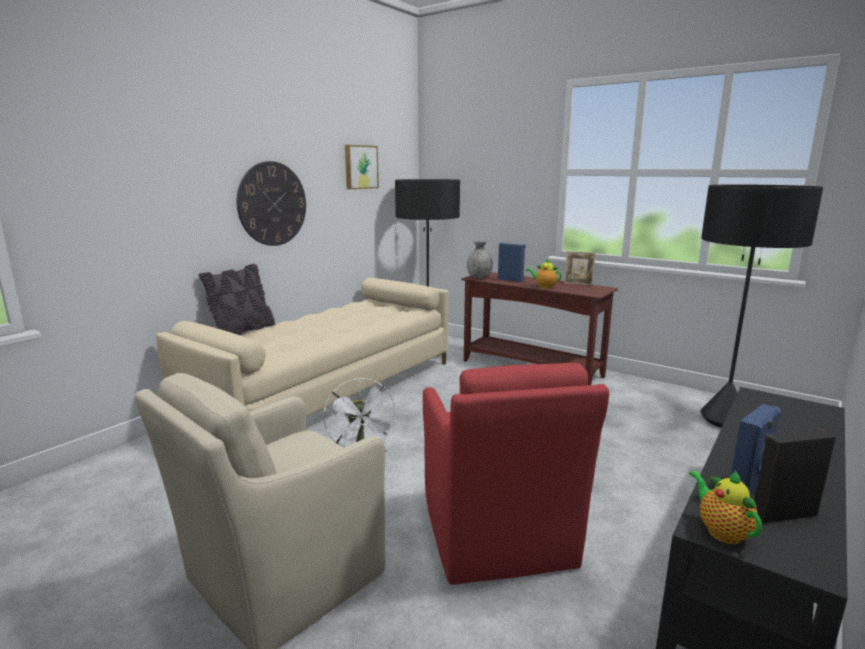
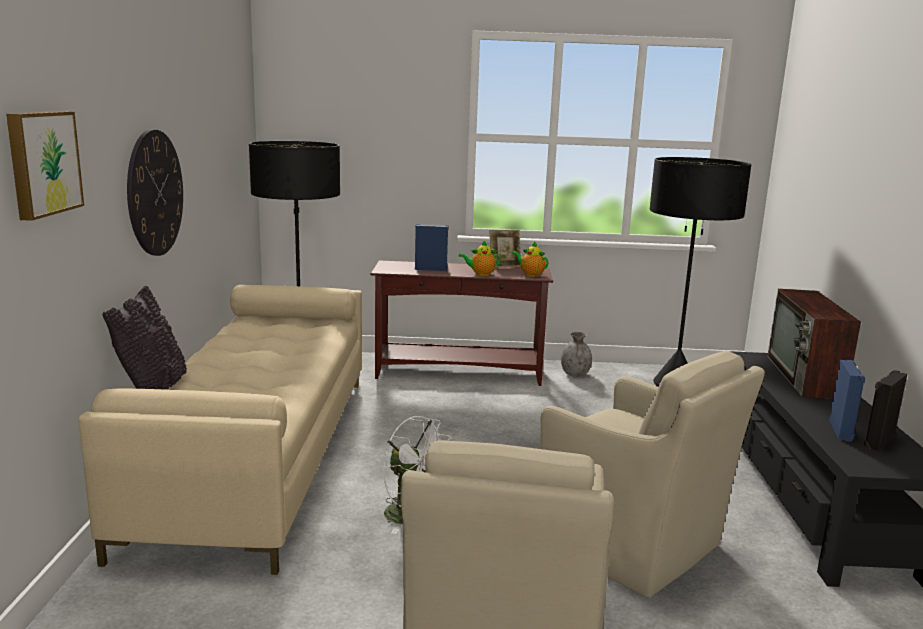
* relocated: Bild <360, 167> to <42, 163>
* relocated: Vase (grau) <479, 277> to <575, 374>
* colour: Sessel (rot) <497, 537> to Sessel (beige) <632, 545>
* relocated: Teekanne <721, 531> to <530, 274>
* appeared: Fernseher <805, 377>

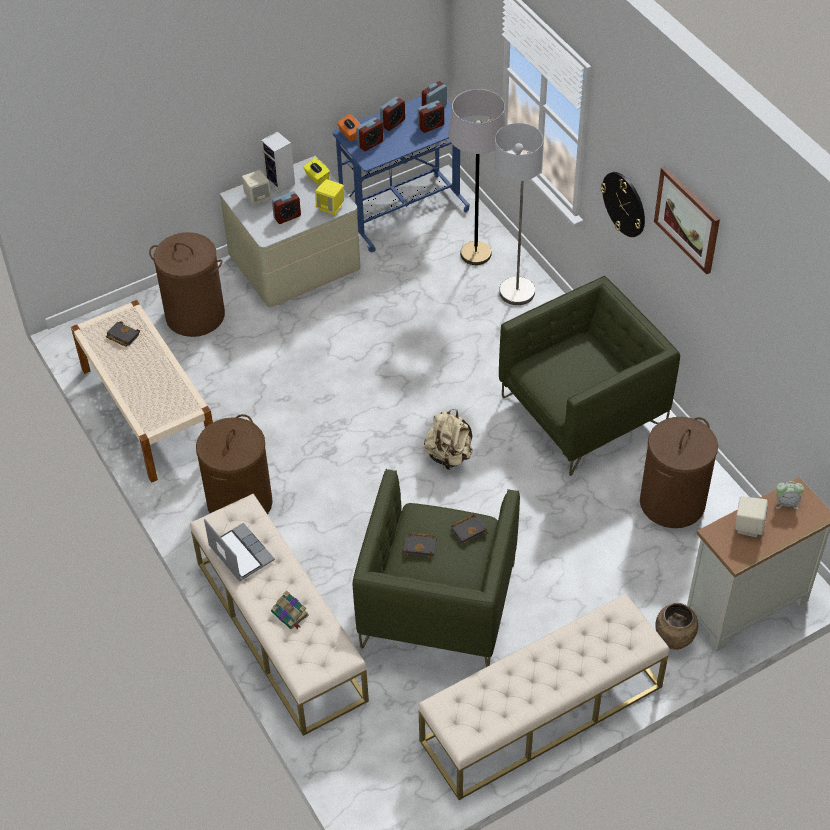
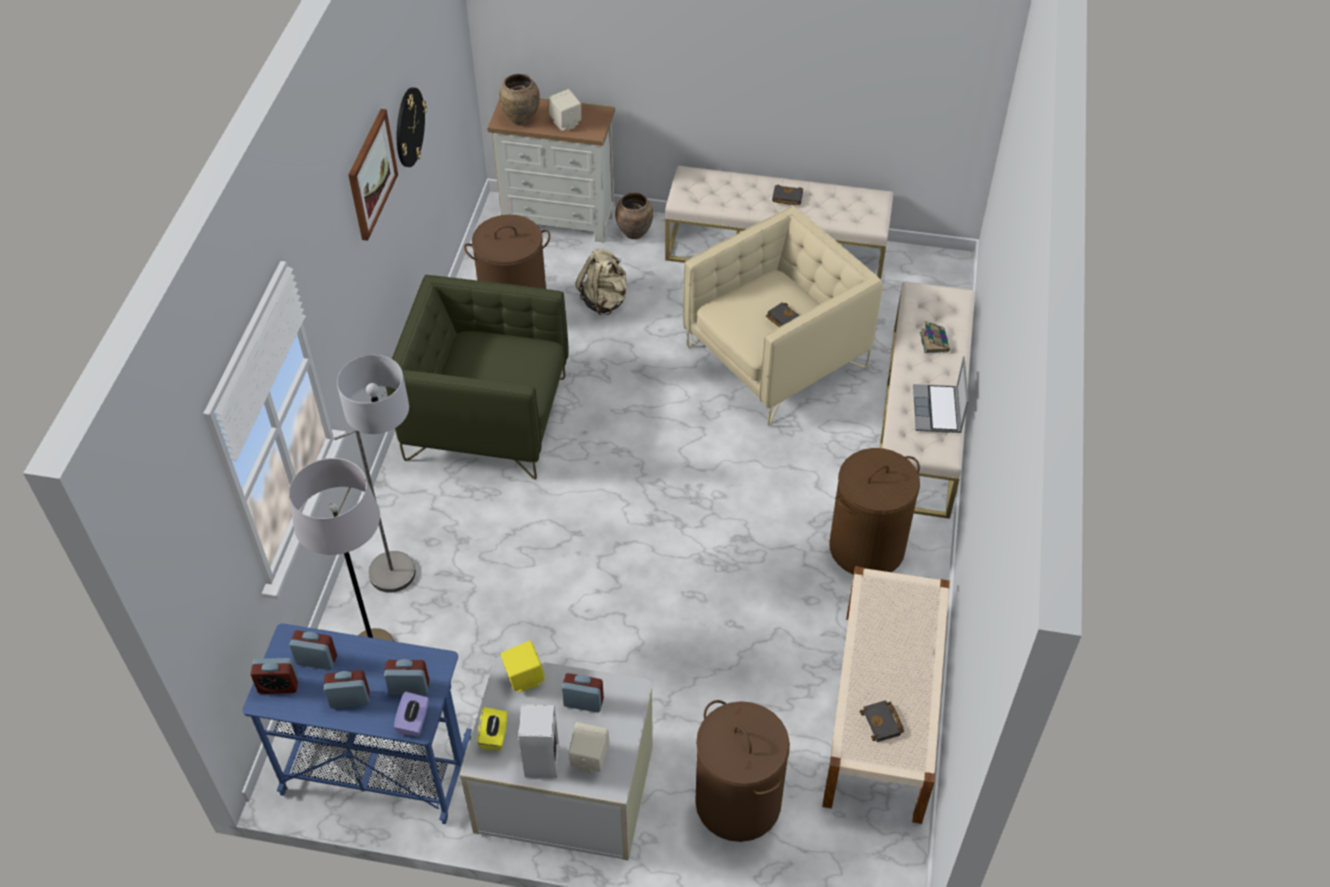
* colour: Taschentuchbox (orange) <350, 134> to Taschentuchbox (lila) <414, 721>
* relocated: Wanduhr <624, 204> to <409, 127>
* relocated: Rucksack (beige) <449, 456> to <604, 300>
* colour: Sessel (grün) <438, 605> to Sessel (beige) <775, 358>
* exchanged: Wecker <786, 503> to Vase (braun) <520, 119>
* relocated: Buch (schwarz) <469, 529> to <786, 198>

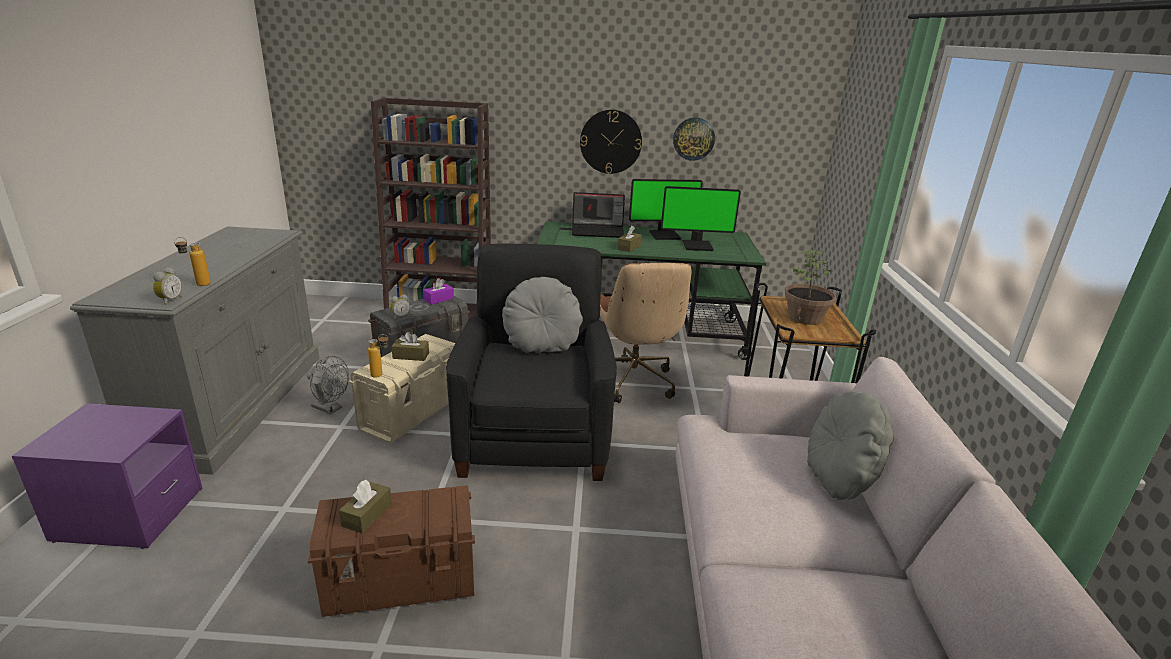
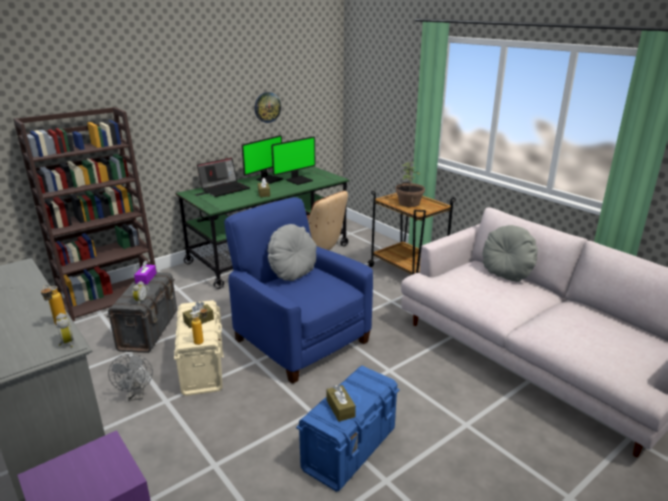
* missing: Wanduhr <610, 142>
* colour: Sessel (schwarz) <534, 437> to Sessel (blau) <300, 340>
* spun: Ventilator (grau) <330, 408> = <136, 395> 90 degrees clockwise
* colour: Aufbewahrungsbox (braun) <402, 583> to Aufbewahrungsbox (blau) <350, 449>

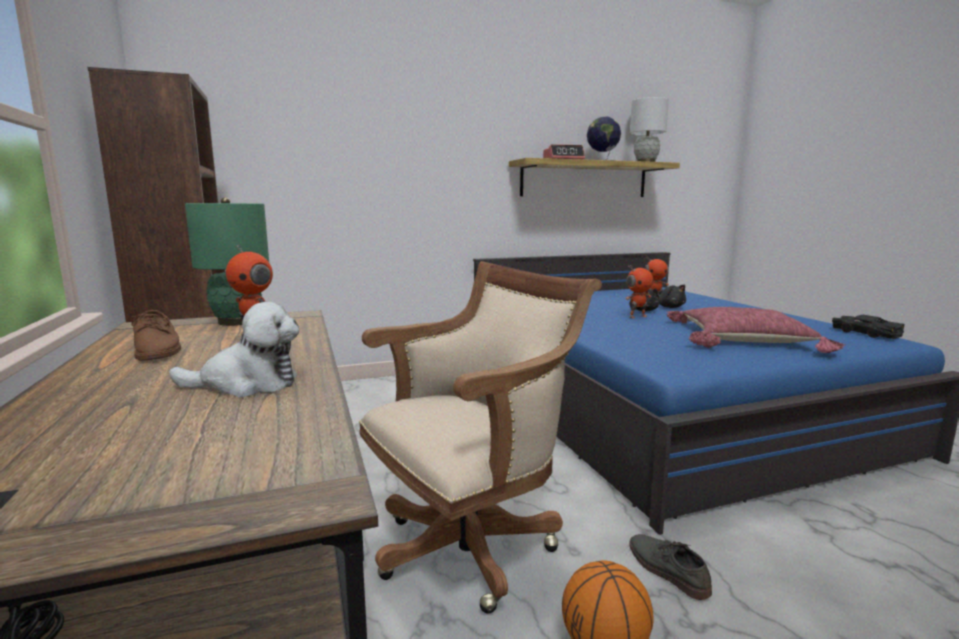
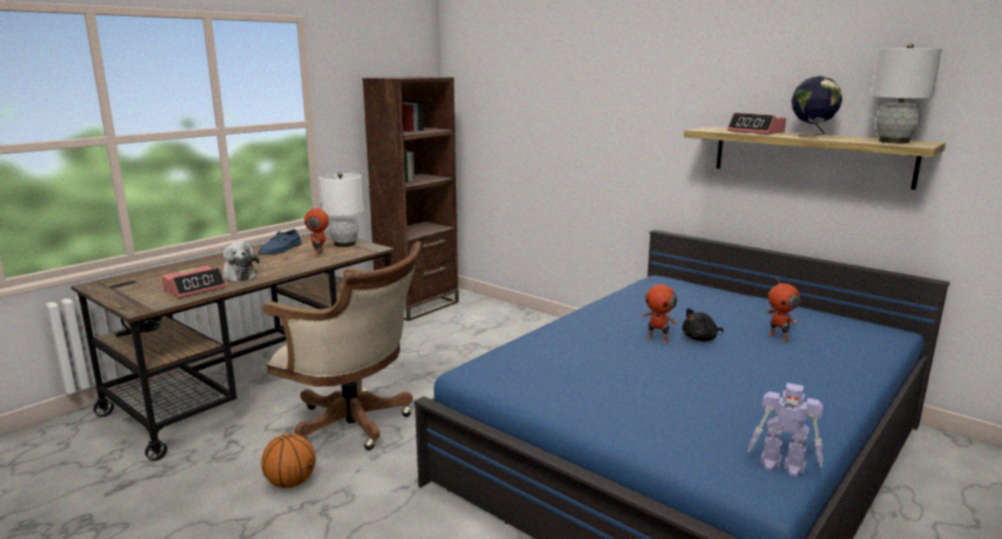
* colour: Tischlampe (grün) <237, 321> to Tischlampe (weiß) <345, 244>
* missing: Plüschtier (schwarz) <669, 307>
* missing: Kissen (rot) <743, 337>
* colour: Schuh (braun) <157, 349> to Schuh (blau) <281, 249>
* exchanged: Spielzeugauto (schwarz) <865, 333> to Spielzeugroboter <783, 466>
* missing: Schuh (grau) <666, 569>
* appeared: Wecker <195, 289>

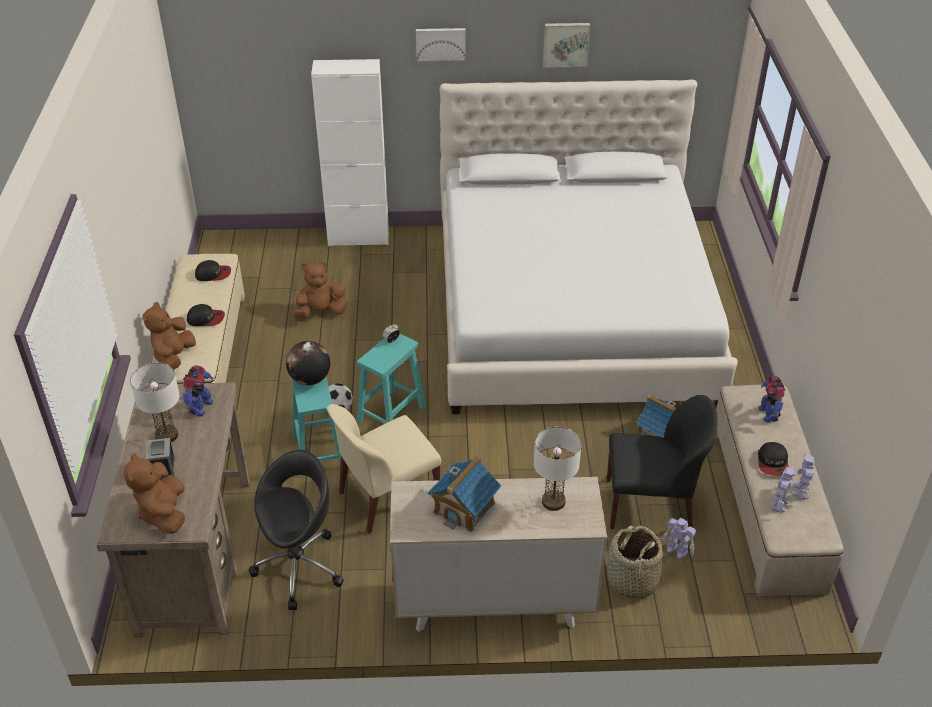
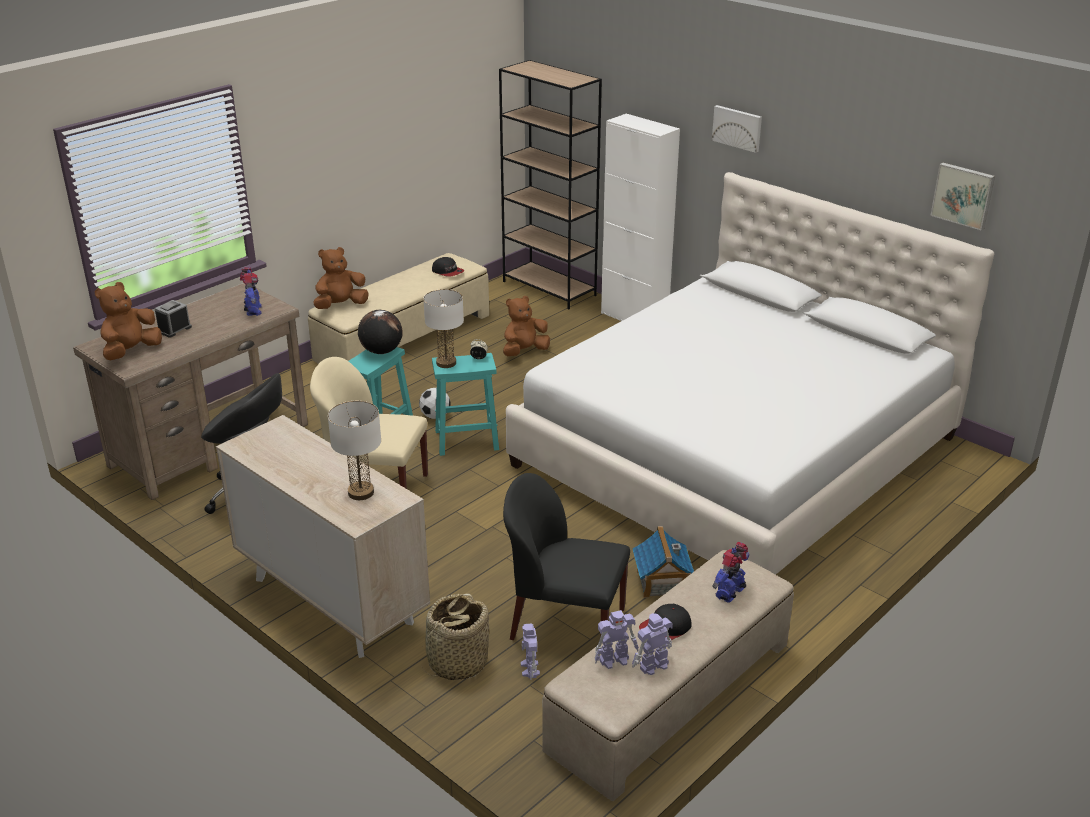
* relocated: Bild <566, 44> to <963, 195>
* spun: Plüschtier (braun) <320, 312> = <524, 351> 60 degrees counterclockwise
* missing: Kappe <206, 319>
* relocated: Tischlampe <166, 436> to <446, 363>
* spun: Spielzeugroboter <200, 407> = <253, 311> 75 degrees counterclockwise
* spun: Stuhl (schwarz) <651, 505> = <565, 623> 150 degrees clockwise
* missing: Spielzeughaus <464, 508>
* appeared: Bücherregal (beige) <550, 288>

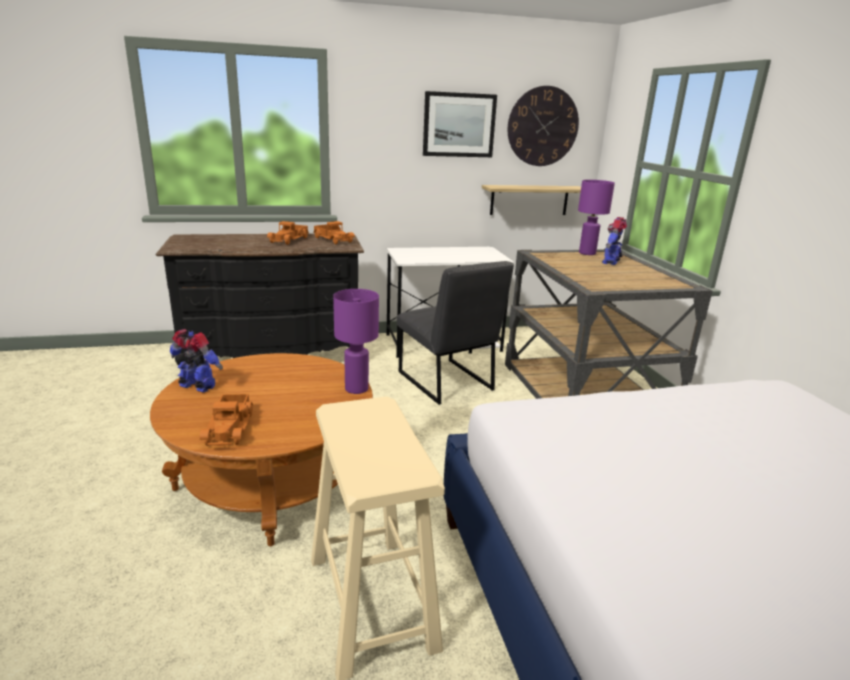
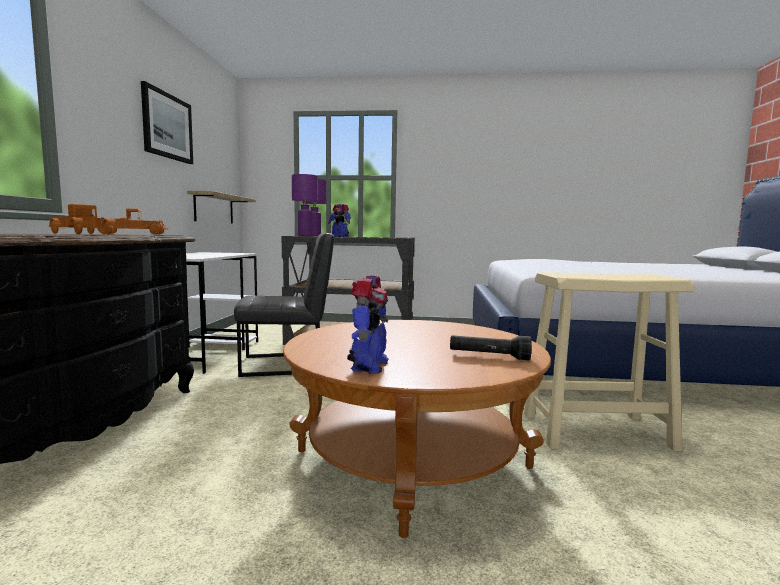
* missing: Wanduhr <542, 126>
* relocated: Tischlampe (lila) <357, 388> to <305, 236>
* spun: Spielzeugroboter <197, 387> = <368, 366> 150 degrees clockwise
* exchanged: Spielzeuglaster <230, 427> to Taschenlampe (schwarz) <489, 356>

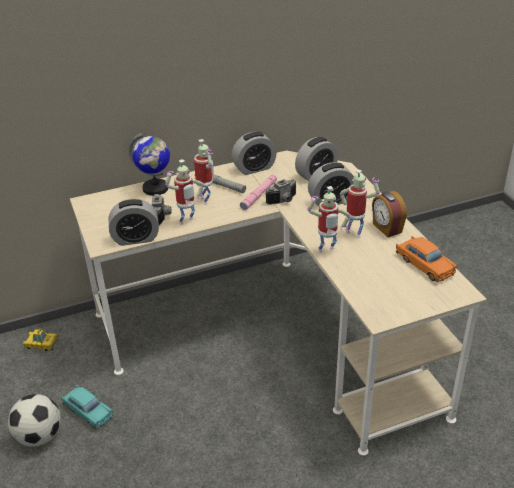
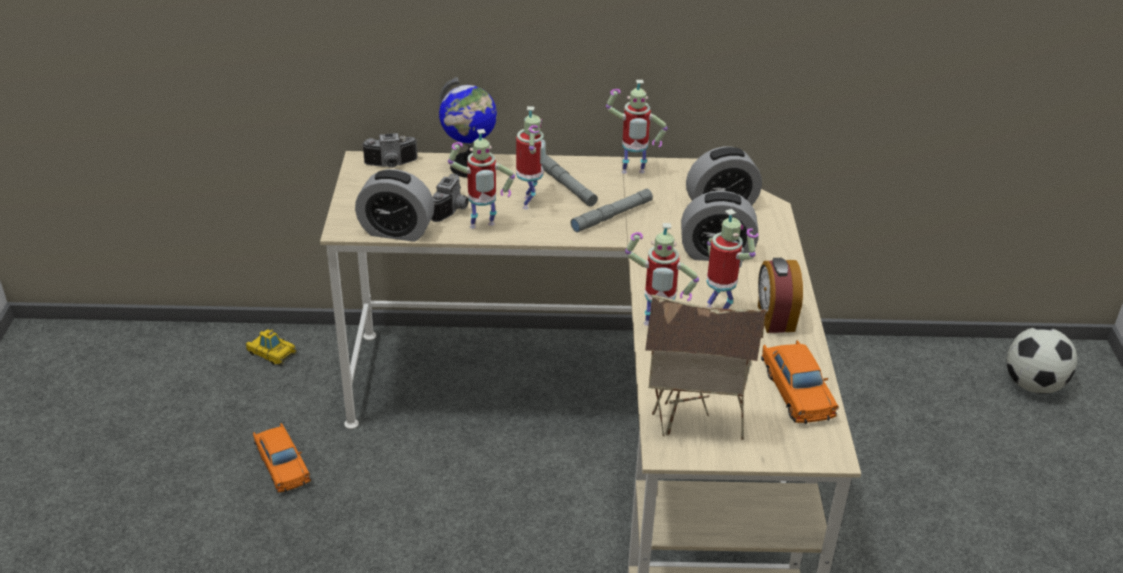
* exchanged: Wecker <254, 168> to Spielzeugroboter <632, 174>
* colour: Taschenlampe (rosa) <259, 195> to Taschenlampe (grau) <612, 216>
* relocated: Kamera <284, 201> to <391, 165>
* colour: Spielzeugauto (türkis) <88, 411> to Spielzeugauto (orange) <282, 465>
* relocated: Fußball <39, 436> to <1033, 384>
* appeared: Spielzeughaus <694, 424>

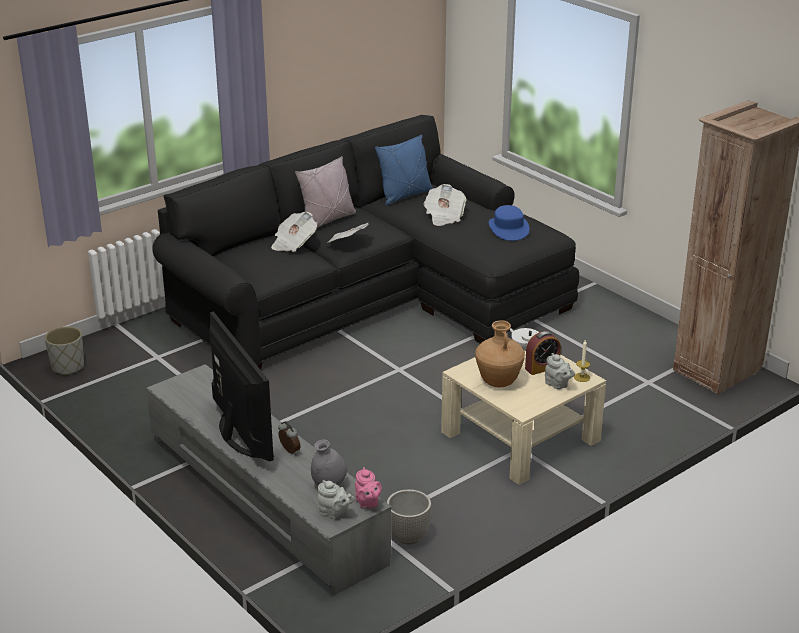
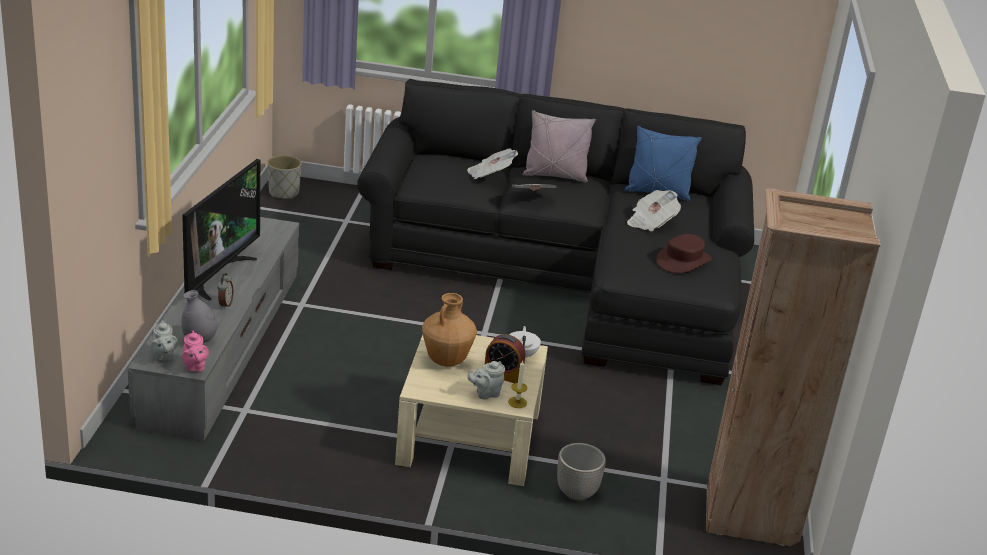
* colour: Hut (blau) <508, 229> to Hut (braun) <683, 260>
* spun: Teekanne (grau) <558, 385> = <485, 393> 60 degrees clockwise
* spun: Teekanne (rosa) <367, 503> = <194, 367> 45 degrees counterclockwise
* relocated: Pflanzkübel <408, 537> to <576, 492>

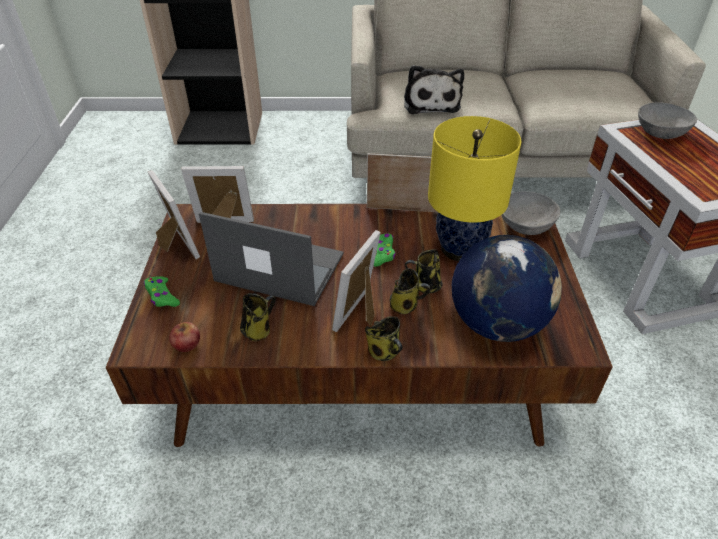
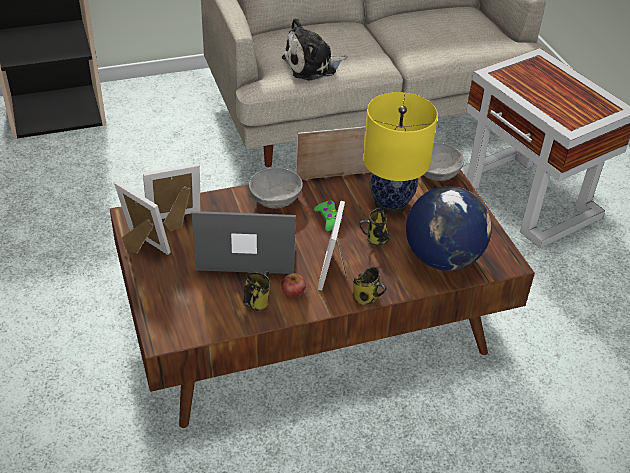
* spun: Plüschtier <431, 103> = <312, 66> 90 degrees clockwise
* relocated: Schüssel (grau) <661, 132> to <276, 199>
* missing: Henkelbecher <405, 305>
* missing: Gamepad (grün) <162, 296>
* relocated: Apfel <186, 344> to <293, 291>

